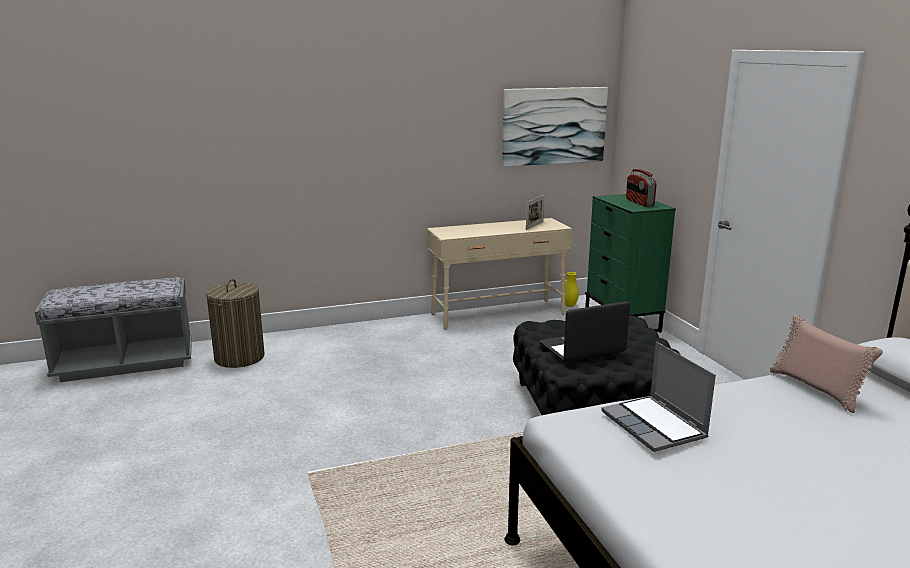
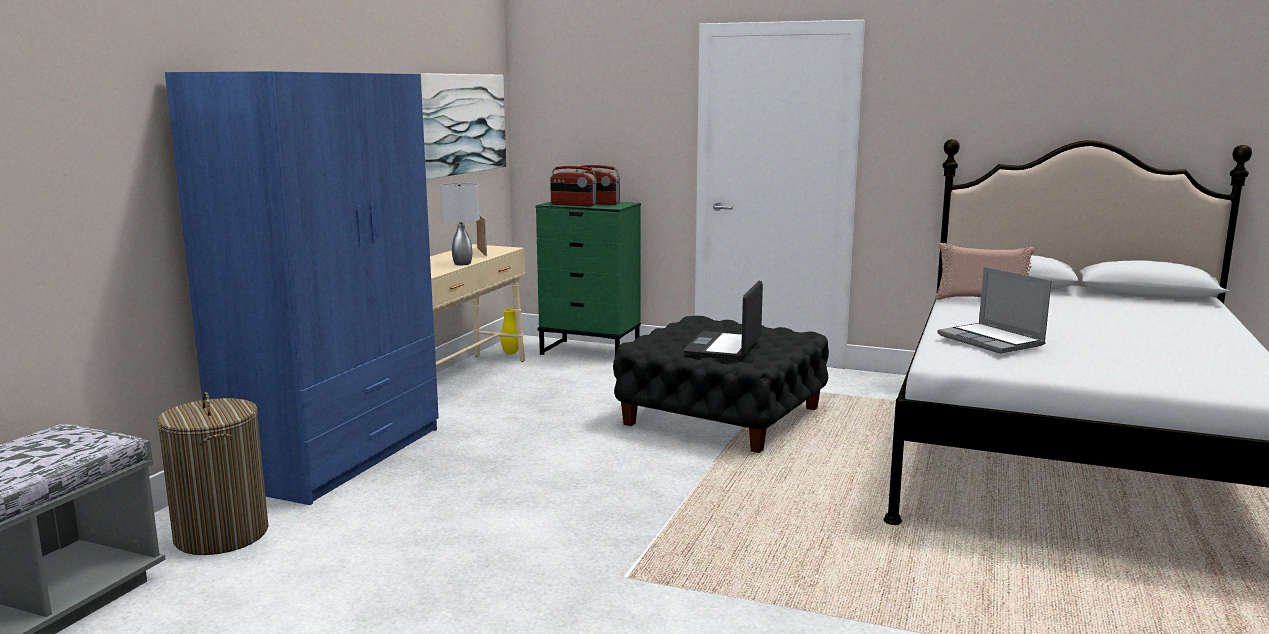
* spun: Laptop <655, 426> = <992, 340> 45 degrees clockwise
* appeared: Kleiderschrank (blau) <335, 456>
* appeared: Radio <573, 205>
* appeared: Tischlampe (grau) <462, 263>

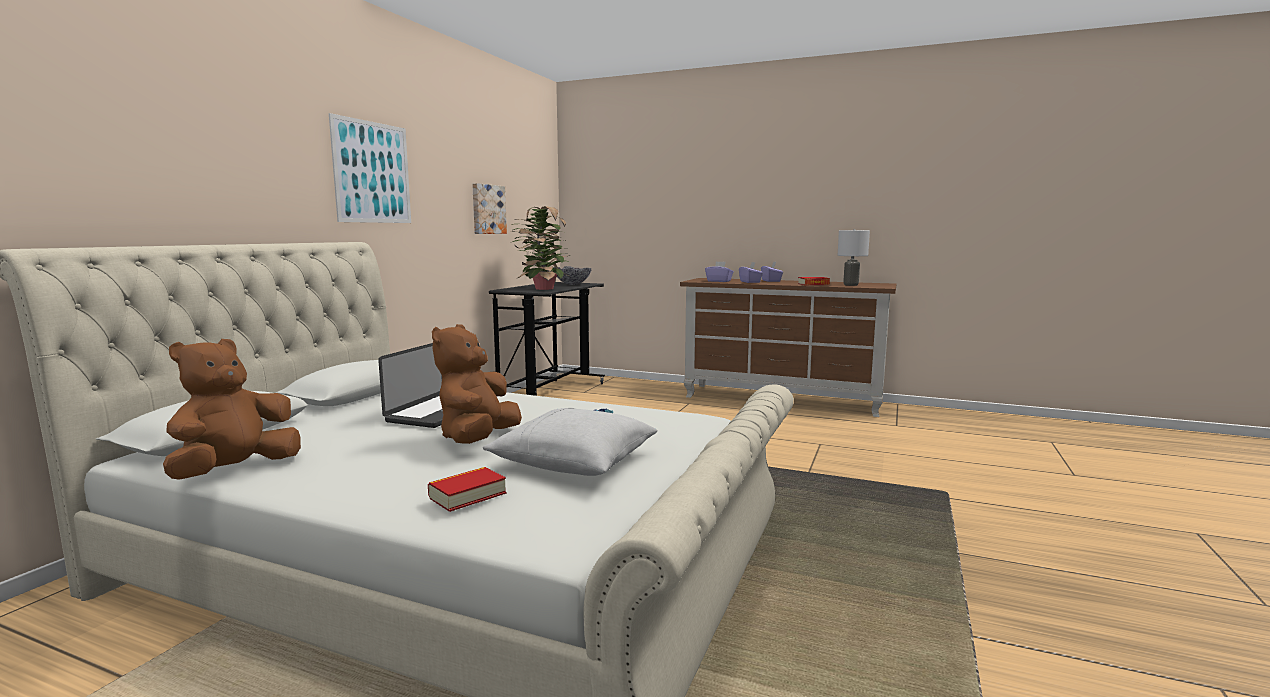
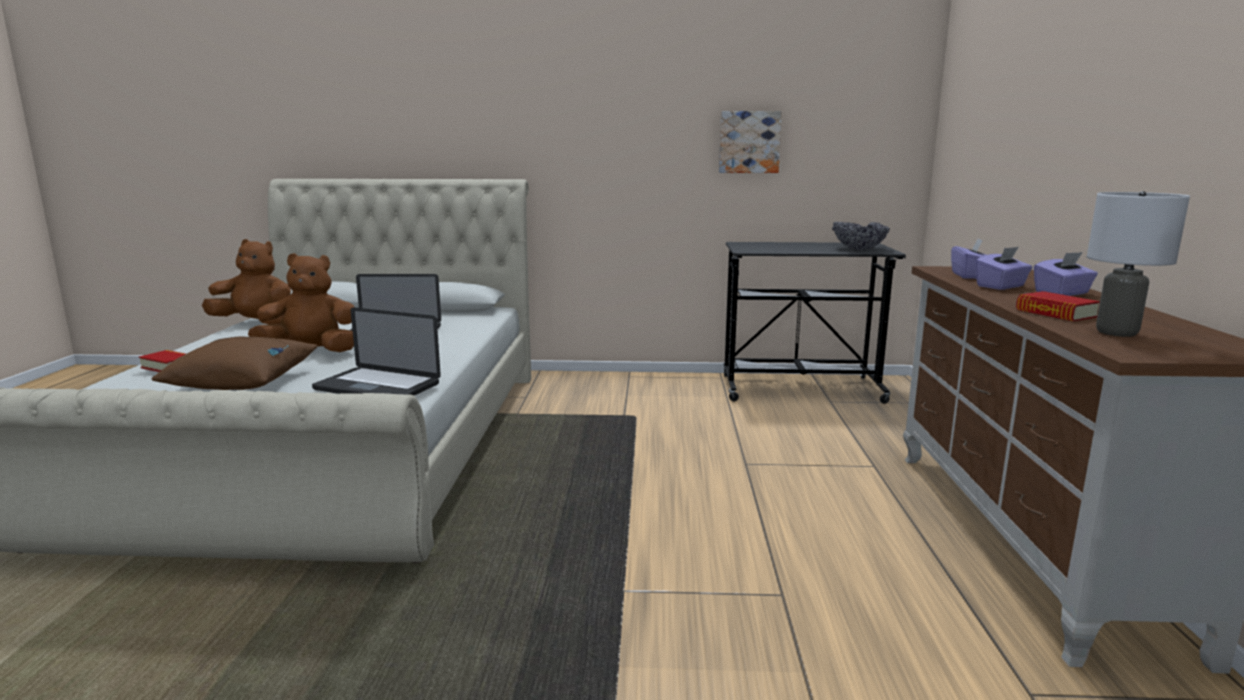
* missing: Bild <372, 172>
* missing: Topfpflanze <542, 289>
* colour: Kissen (grau) <575, 463> to Kissen (braun) <242, 383>
* appeared: Laptop <377, 387>

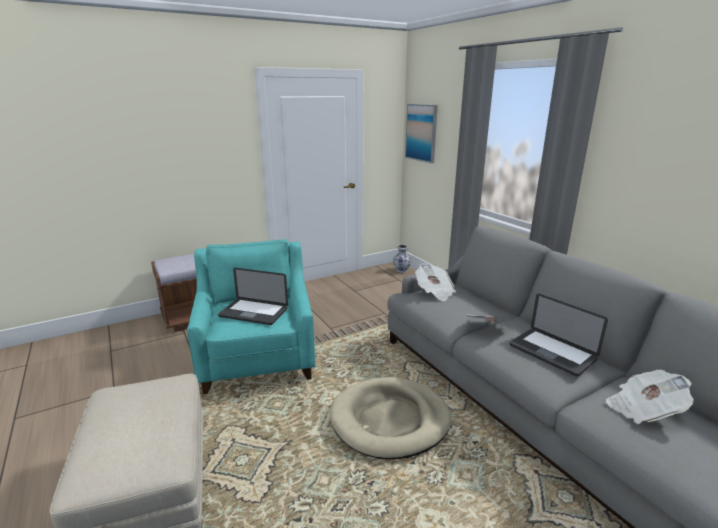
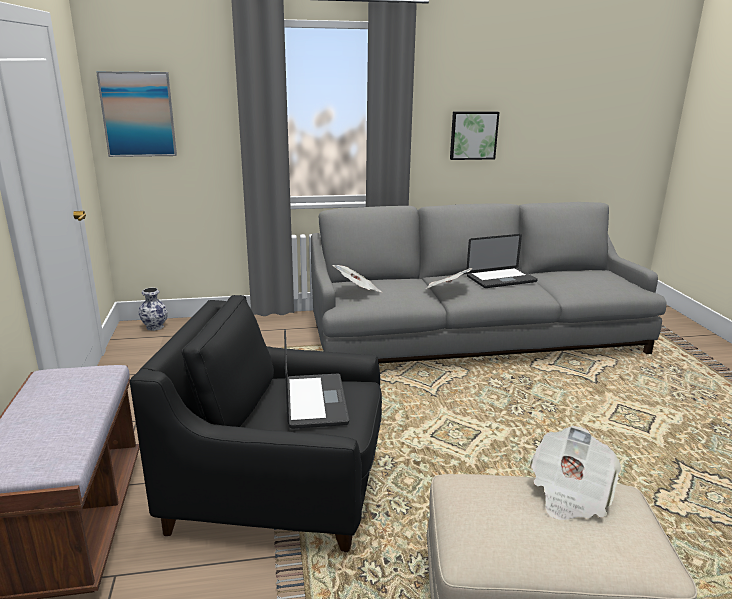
* colour: Sessel (türkis) <258, 356> to Sessel (schwarz) <280, 486>
* spun: Laptop <253, 313> = <315, 402> 45 degrees counterclockwise
* relocated: Zeitung <643, 409> to <570, 493>
* missing: Hundebett (beige) <390, 420>
* appeared: Bild <473, 135>

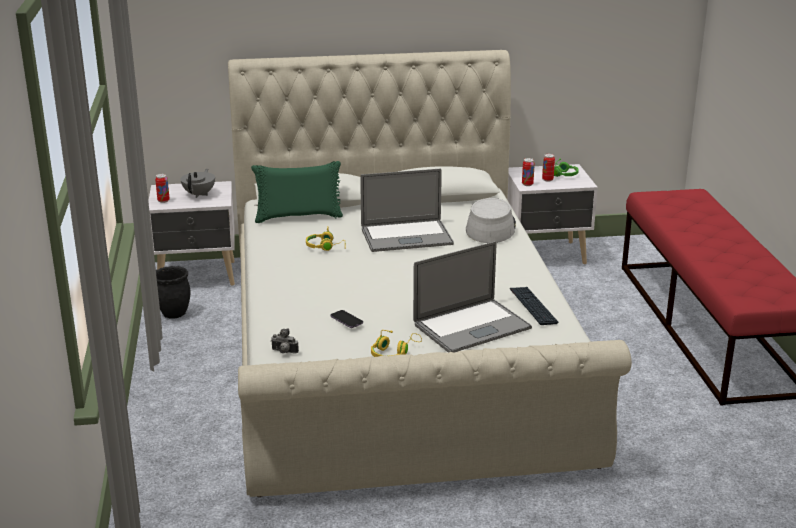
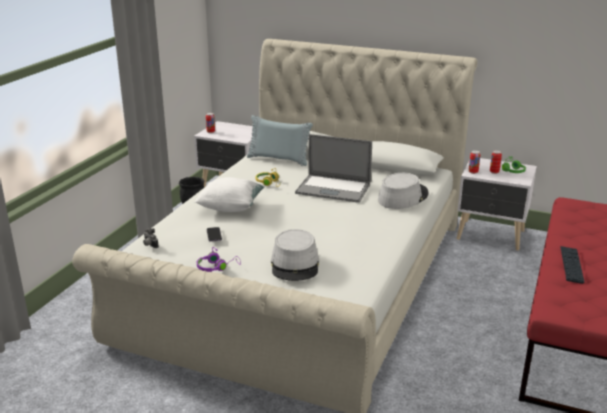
* colour: Kissen (grün) <298, 217> to Kissen (blau) <279, 159>
* missing: Teekanne (grau) <199, 194>
* exchanged: Laptop <472, 326> to Hut (grau) <295, 264>
* relocated: Tastatur <533, 306> to <571, 265>
* colour: Kopfhörer (gelb) <393, 353> to Kopfhörer (lila) <217, 267>
* appeared: Kissen (weiß) <230, 207>

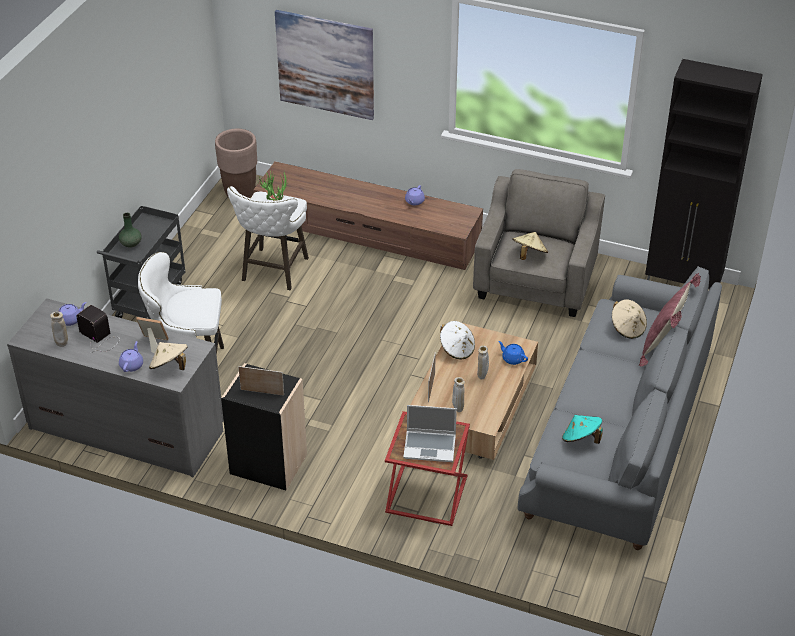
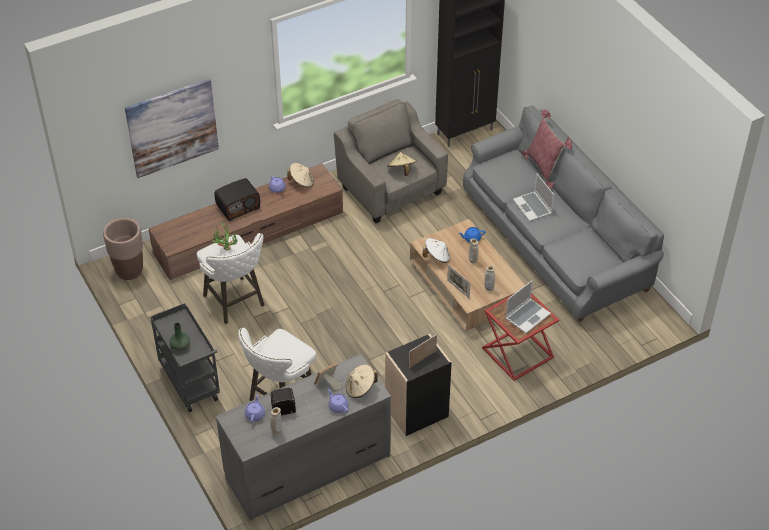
* relocated: Hut (beige) <627, 328> to <302, 182>
* missing: Hut (türkis) <581, 439>
* appeared: Laptop <533, 207>
* appeared: Radio <238, 207>

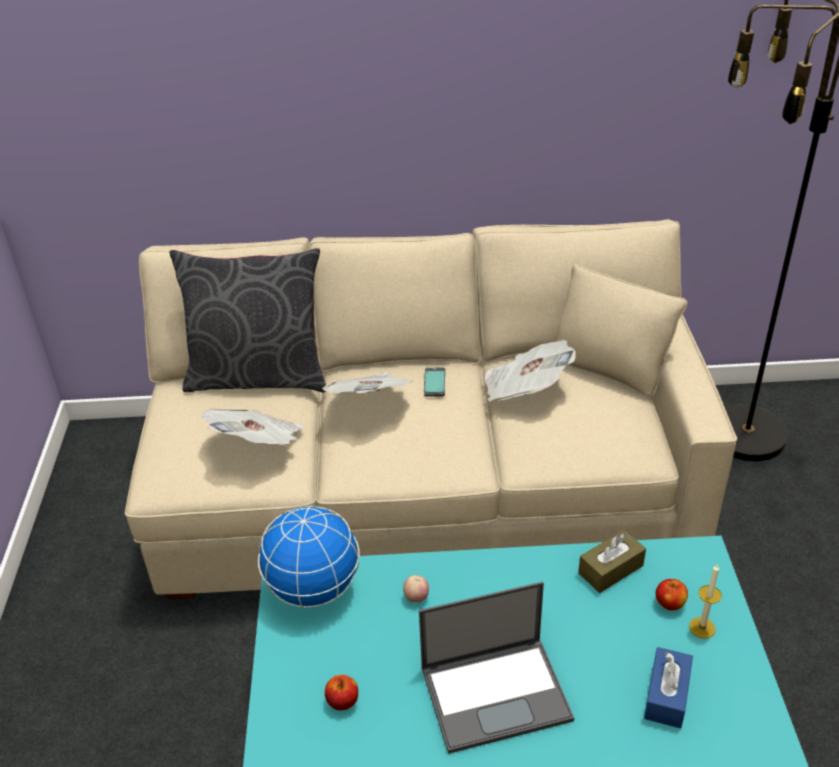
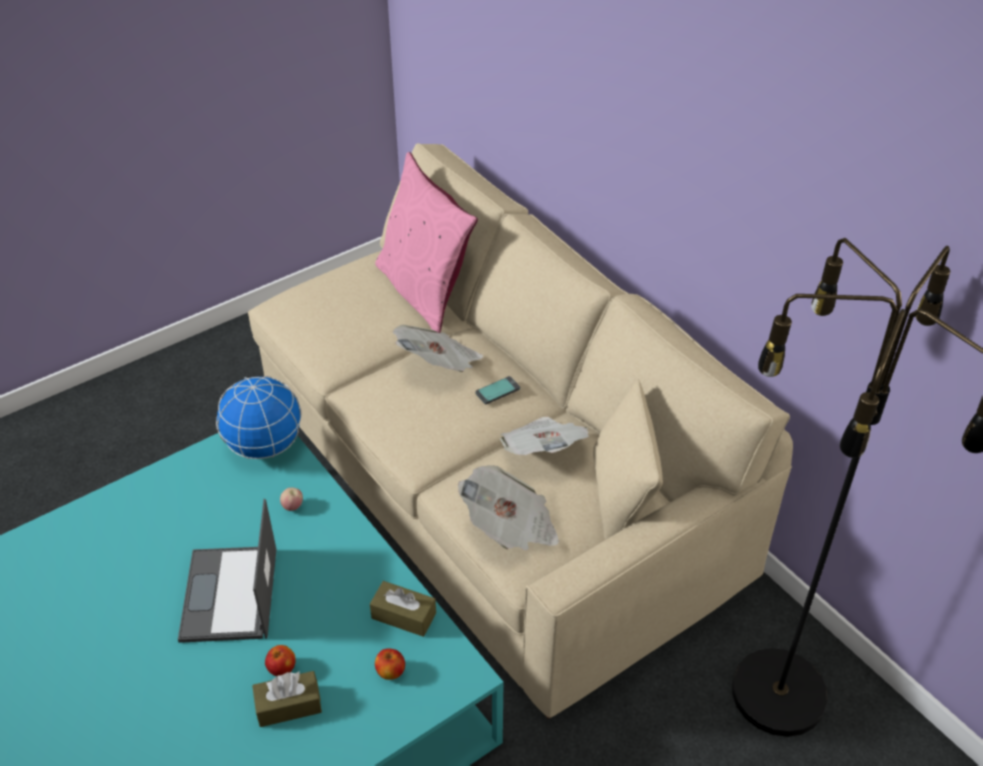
* colour: Kissen (grau) <258, 376> to Kissen (rosa) <425, 292>
* relocated: Zeitung <259, 444> to <510, 527>
* missing: Kerze <702, 628>
* spun: Laptop <497, 692> = <230, 595> 45 degrees clockwise
* colour: Taschentuchbox (blau) <666, 695> to Taschentuchbox (braun) <288, 705>
* relocated: Apfel <342, 702> to <282, 669>

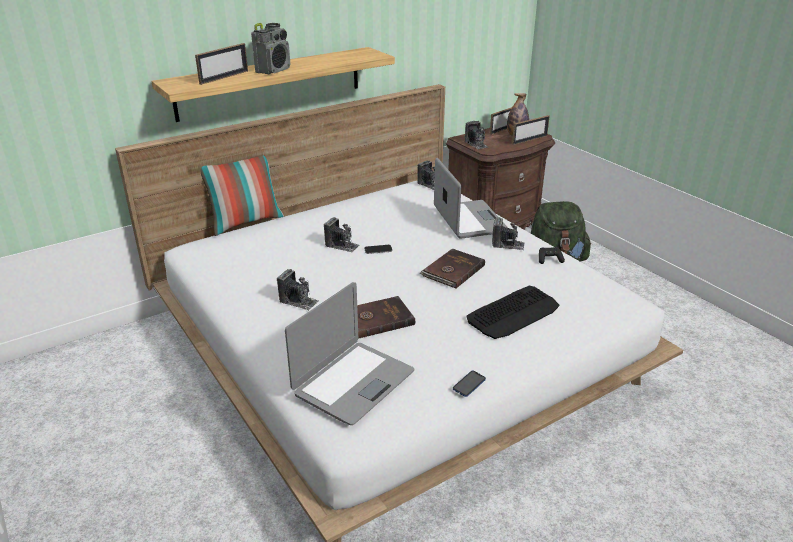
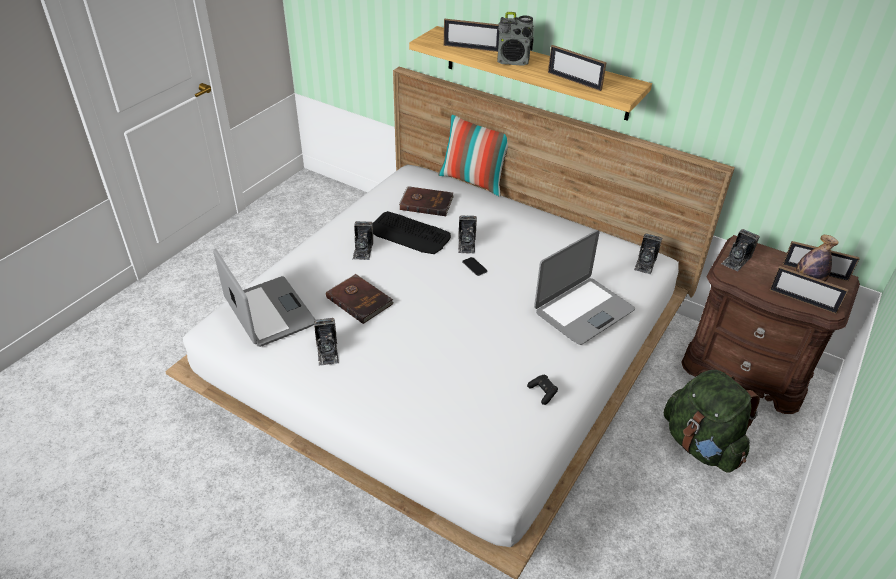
* relocated: Kamera <508, 244> to <327, 351>
* relocated: Buch (braun) <452, 270> to <426, 203>
* spun: Laptop <353, 382> = <269, 312> 135 degrees counterclockwise
* relocated: Tastatur <513, 313> to <409, 234>
* missing: Handy <469, 384>
* appeared: Bilderrahmen <574, 81>

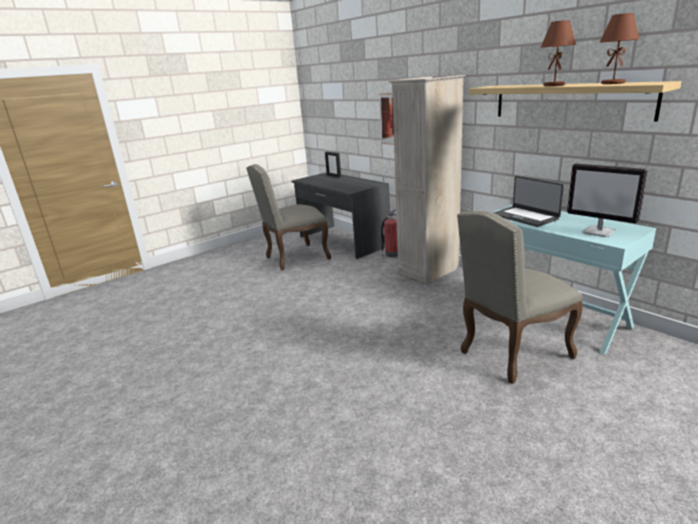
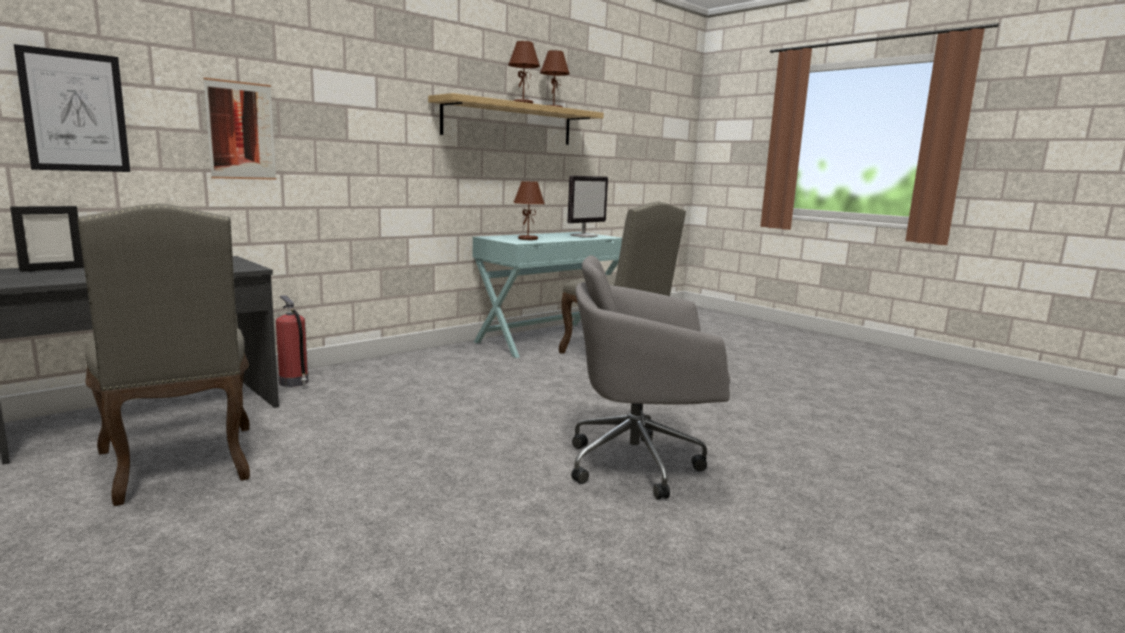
* missing: Schrank (beige) <428, 271>
* exchanged: Laptop <525, 216> to Tischlampe (braun) <528, 239>
* appeared: Bild <75, 112>
* appeared: Bürostuhl (grau) <640, 466>

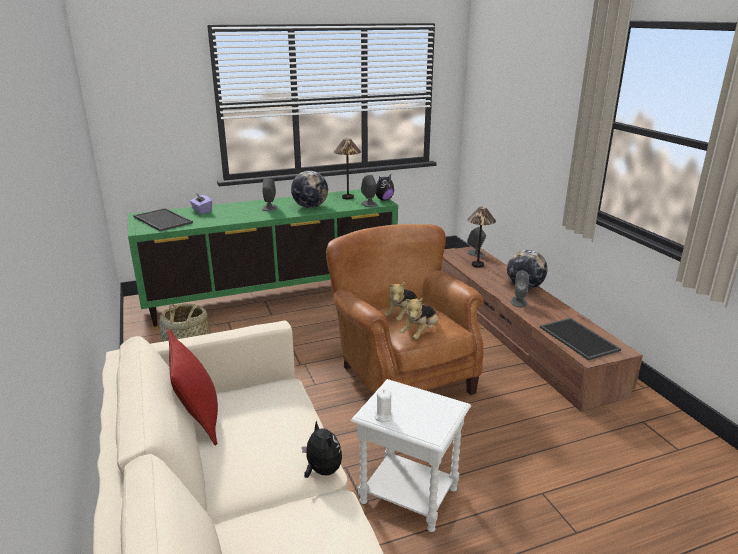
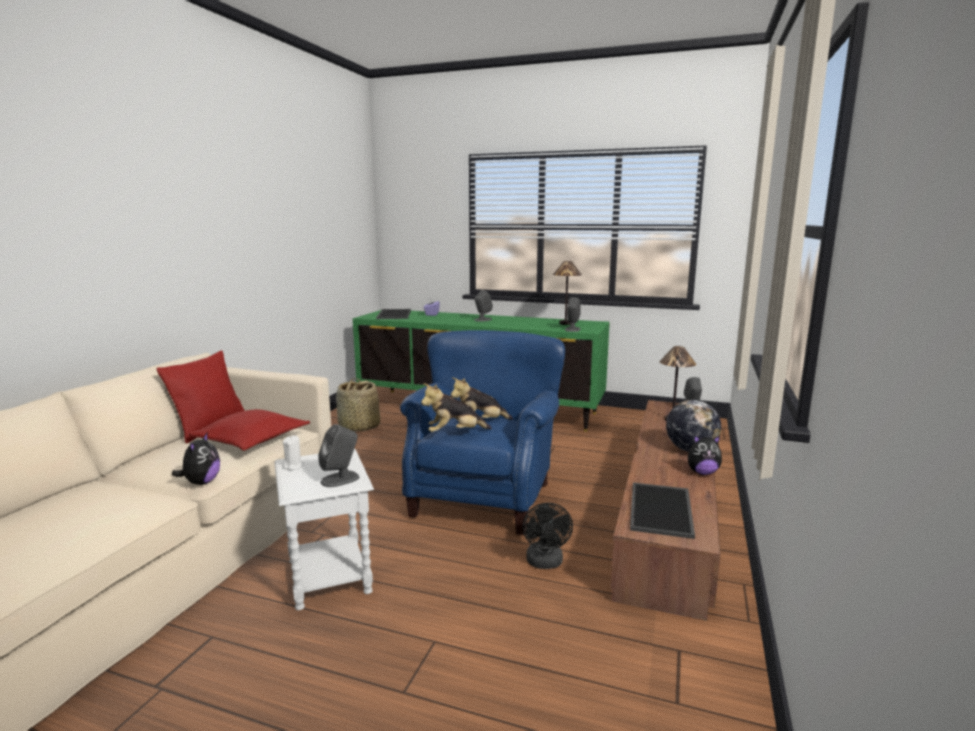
* missing: Globus <310, 207>
* relocated: Plüschtier <383, 199> to <702, 472>
* colour: Sessel (braun) <402, 374> to Sessel (blau) <484, 494>
* relocated: Lautsprecher (grau) <519, 302> to <340, 479>
* appeared: Kissen (rot) <252, 440>
* appeared: Ventilator (schwarz) <545, 563>

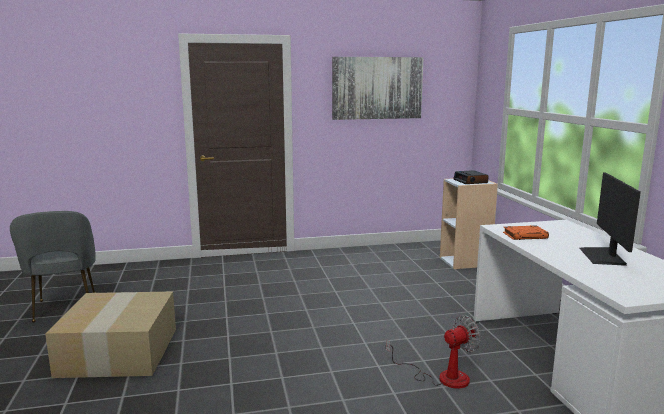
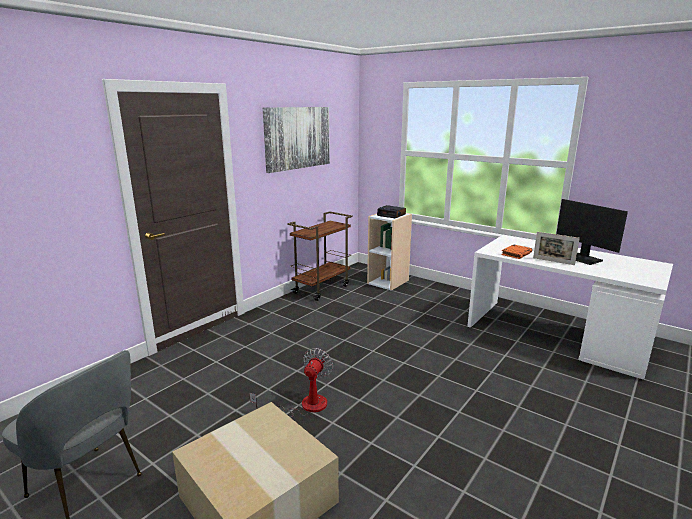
* relocated: Ventilator <442, 377> to <304, 406>
* appeared: Rollwagen (braun) <322, 289>
* appeared: Bilderrahmen <553, 261>

